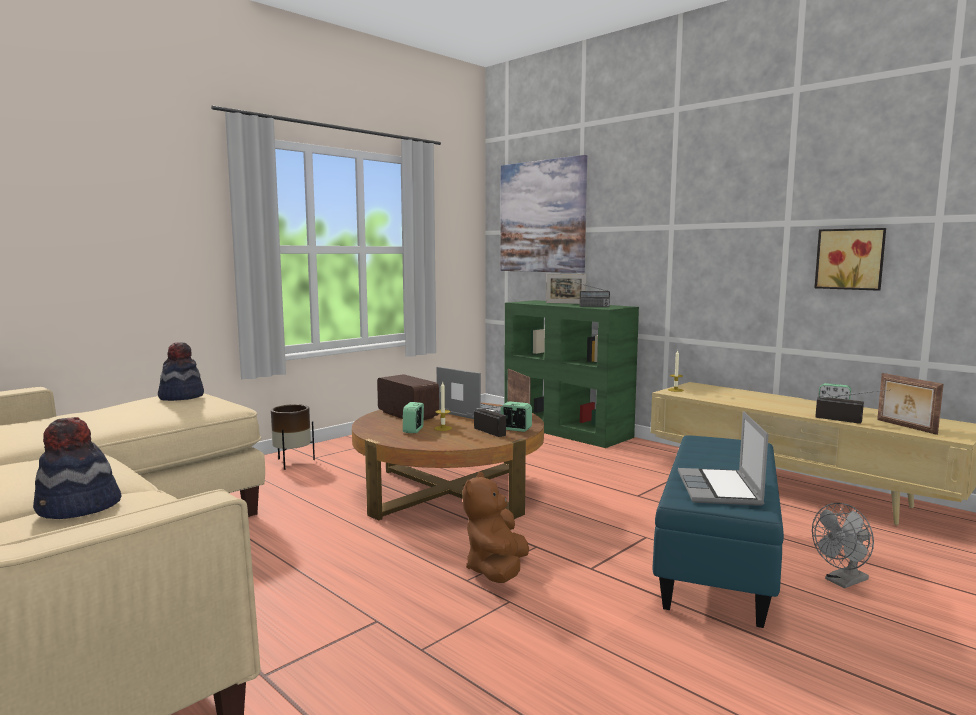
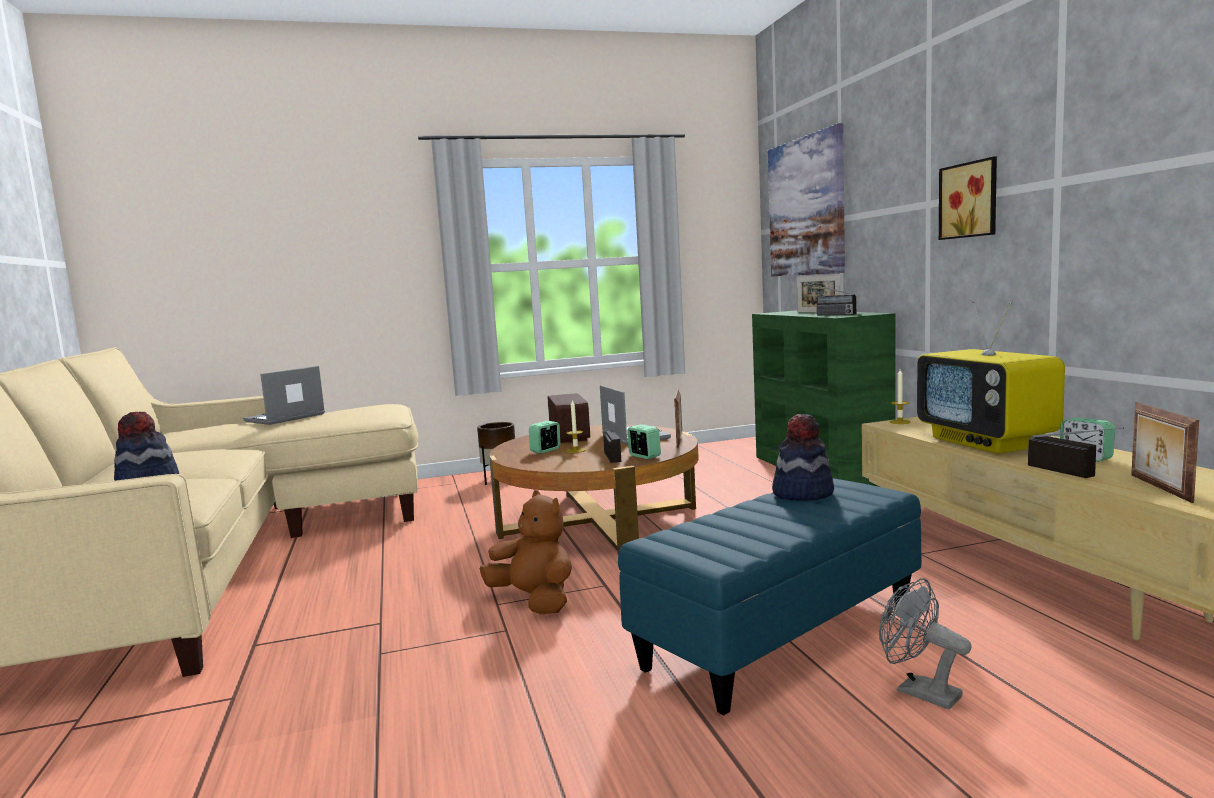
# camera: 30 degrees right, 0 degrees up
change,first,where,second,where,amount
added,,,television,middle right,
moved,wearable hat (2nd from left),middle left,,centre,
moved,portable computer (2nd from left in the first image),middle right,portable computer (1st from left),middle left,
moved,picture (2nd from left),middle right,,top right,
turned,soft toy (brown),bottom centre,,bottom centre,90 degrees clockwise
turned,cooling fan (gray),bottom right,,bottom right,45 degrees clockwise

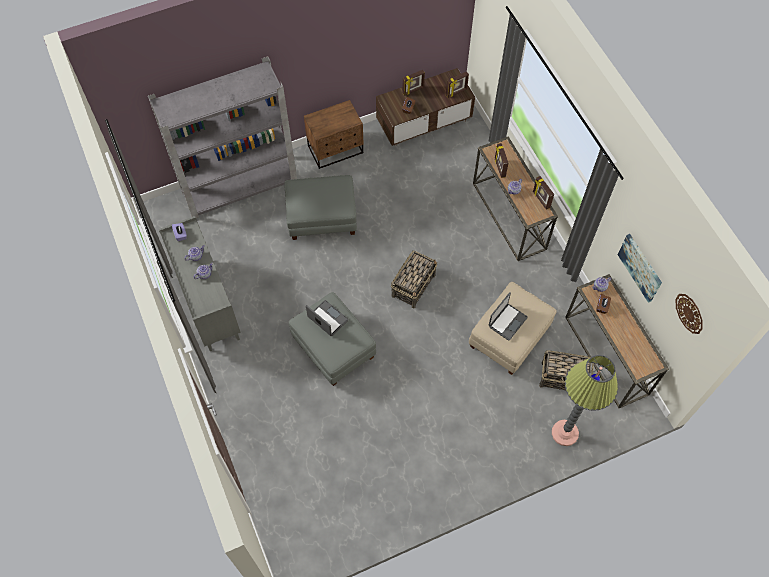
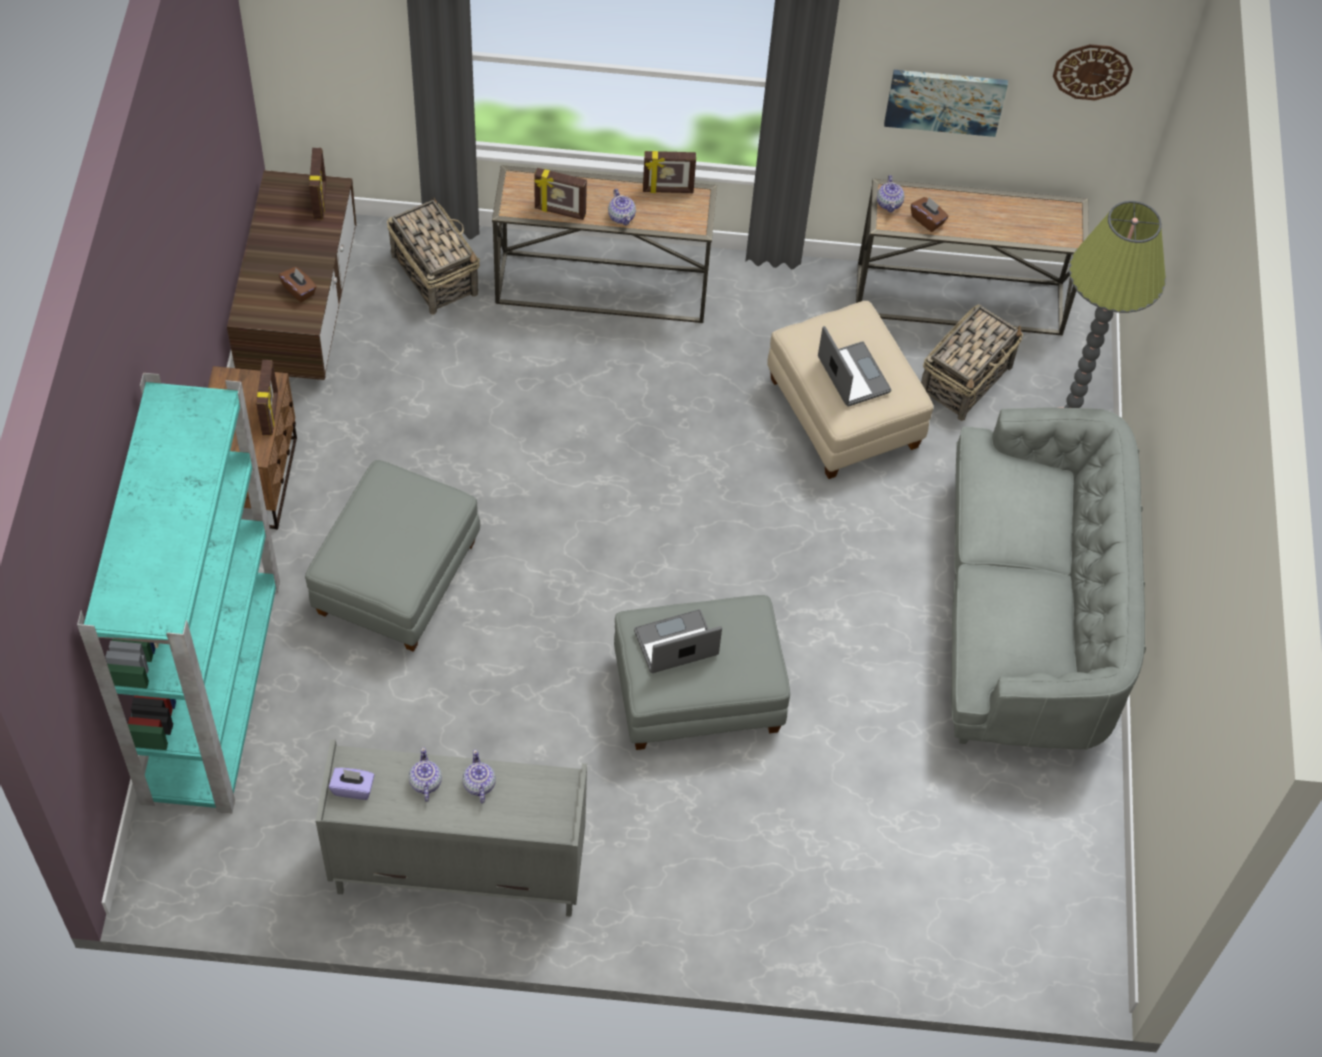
# camera: 65 degrees left, 5 degrees down
change,first,where,second,where,amount
added,,,sofa (gray),middle right,
moved,basket (1st from left),centre,,top left,
moved,picture frame (1st from left),top centre,,middle left,
recoloured,bookcase (gray),top left,bookcase (blue-green),middle left,

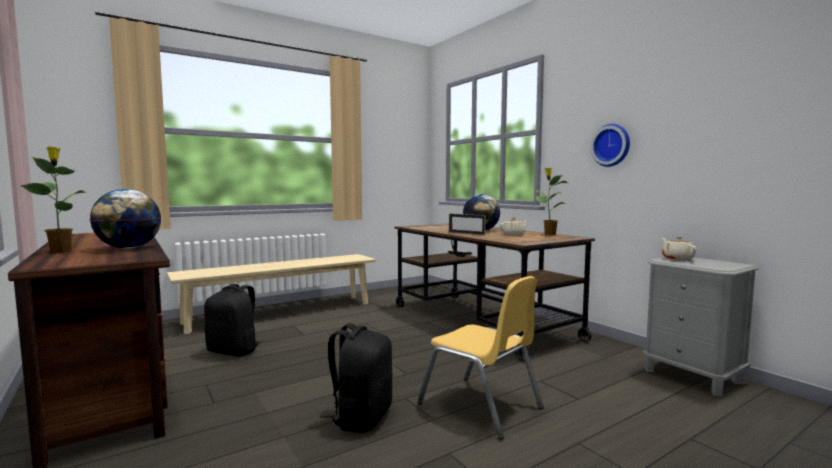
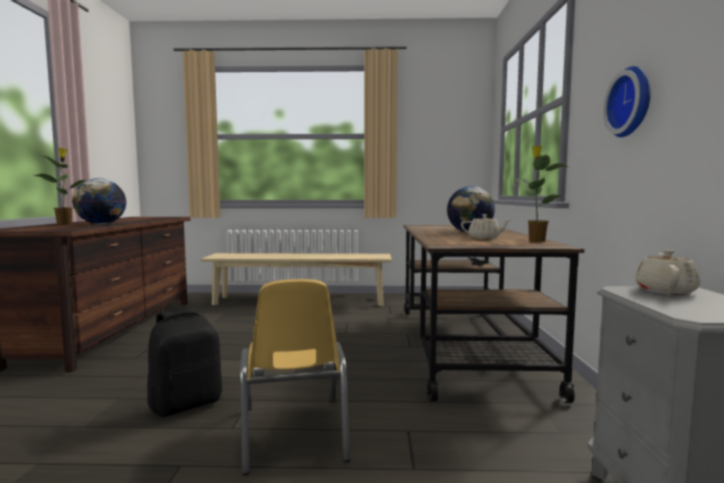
# camera: 35 degrees right, 0 degrees up
change,first,where,second,where,amount
removed,knapsack (black-coloured) (1st from left),bottom left,,,
removed,picture frame,centre,,,

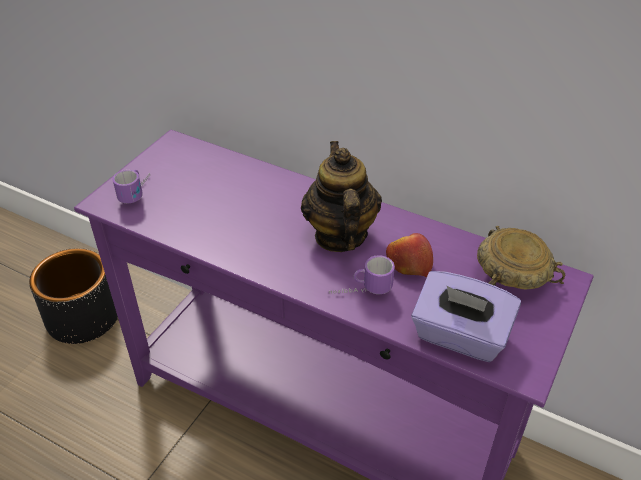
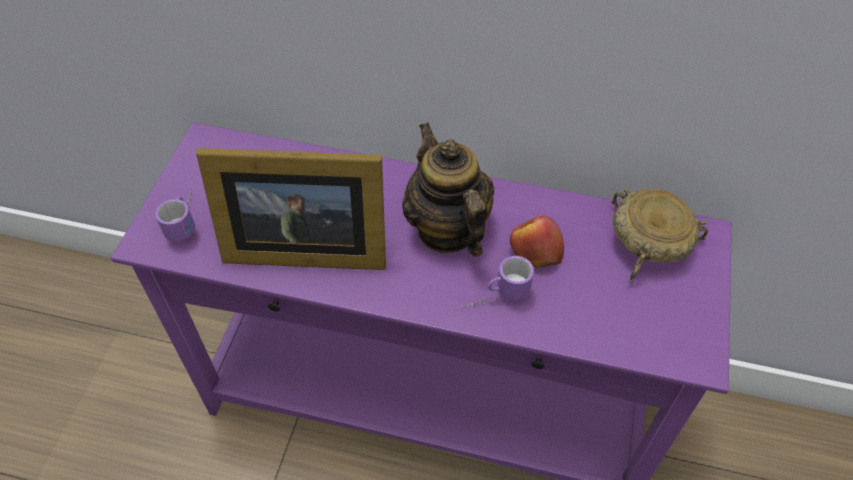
# camera: 15 degrees left, 10 degrees up
change,first,where,second,where,amount
removed,planter (black-coloured),middle left,,,
removed,box of tissues (purple),middle right,,,
added,,,picture frame,centre,

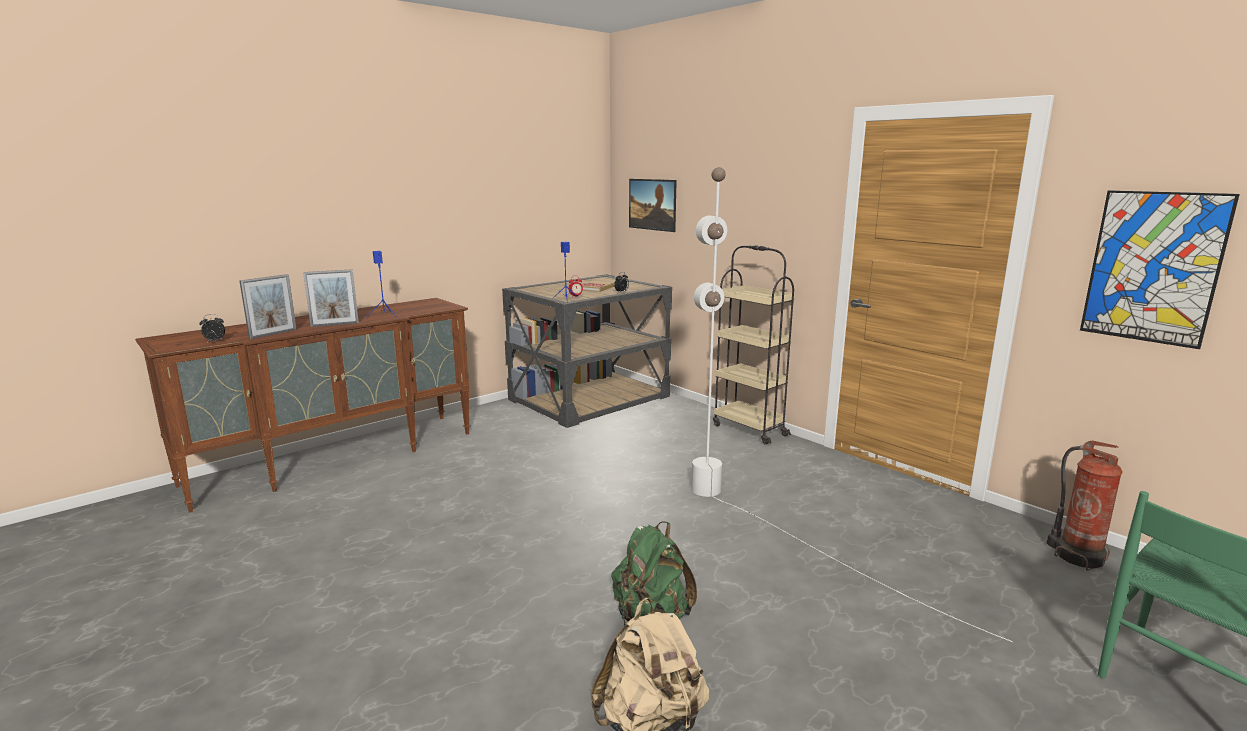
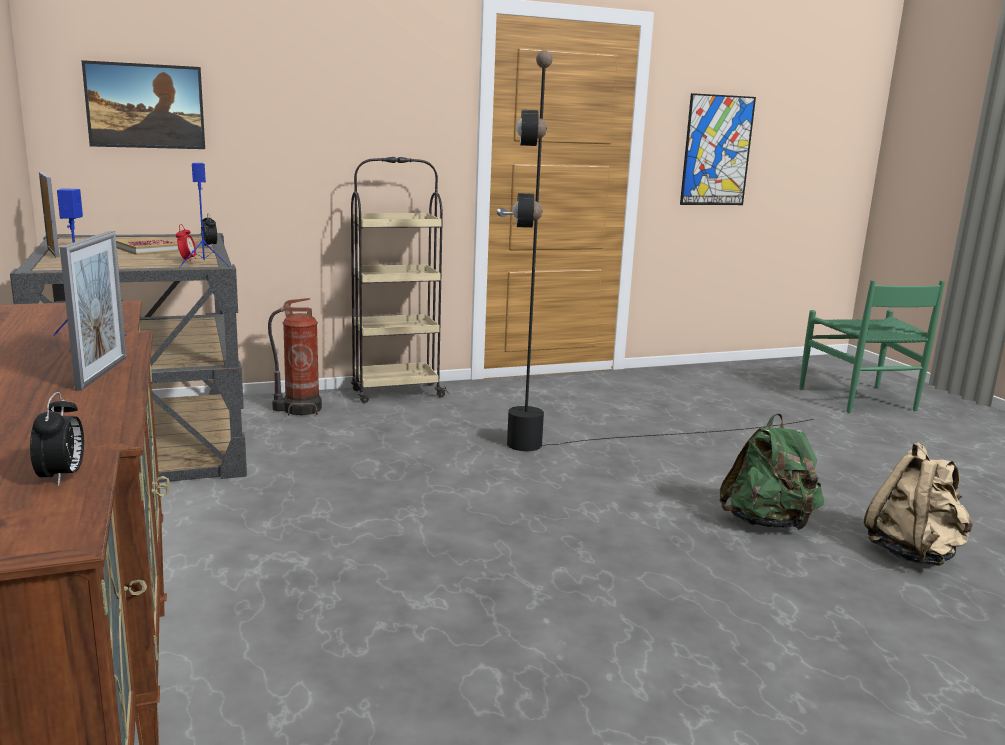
# camera: 70 degrees left, 0 degrees up
change,first,where,second,where,amount
moved,picture frame (1st from left),middle left,,top left,
moved,fire extinguisher,bottom right,,middle left,
recoloured,standard lamp (white-coloured),middle right,standard lamp (black-coloured),centre,

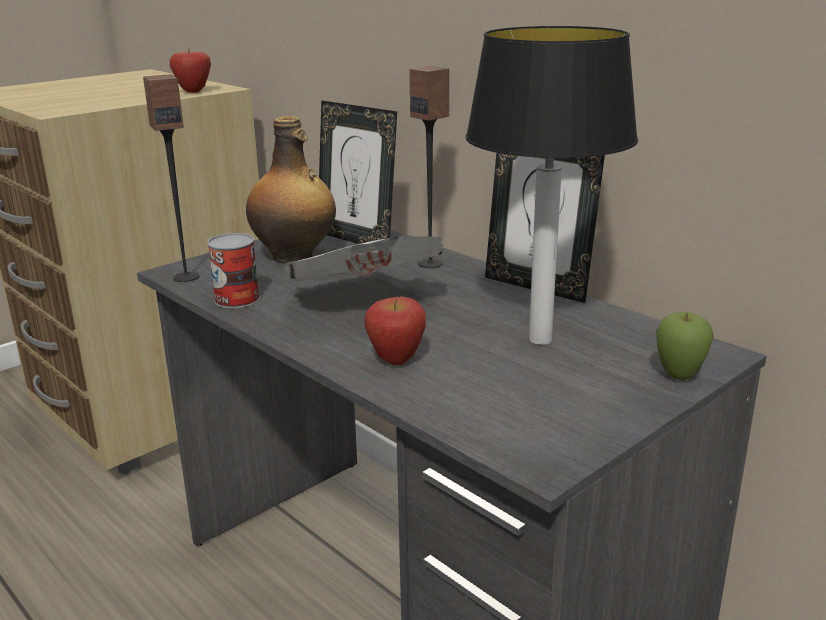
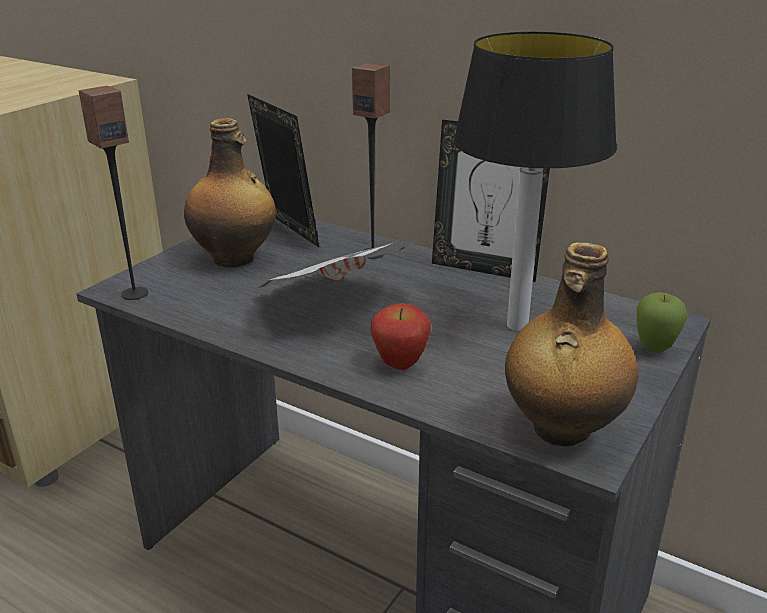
# camera: 15 degrees left, 5 degrees up
change,first,where,second,where,amount
removed,apple fruit (1st from left),top left,,,
removed,metal can,middle left,,,
added,,,beverage bottle (2nd from left),middle right,
turned,picture frame (1st from left),top centre,,top centre,150 degrees counterclockwise

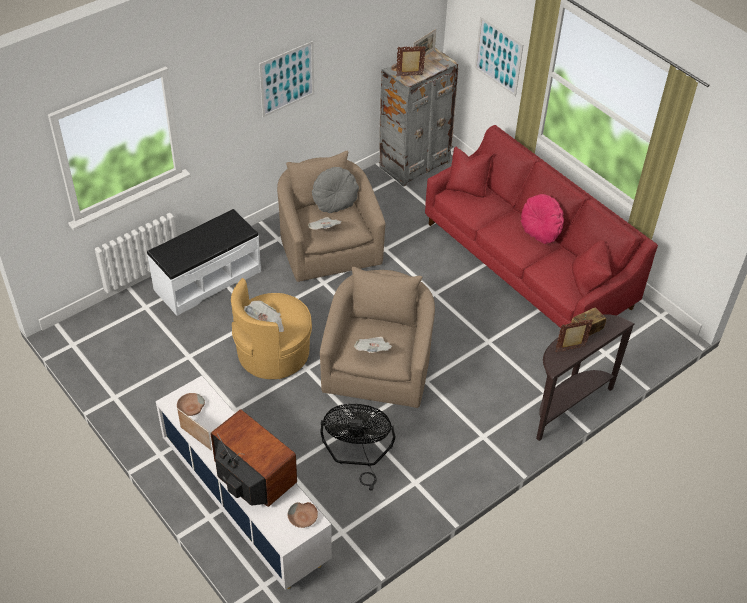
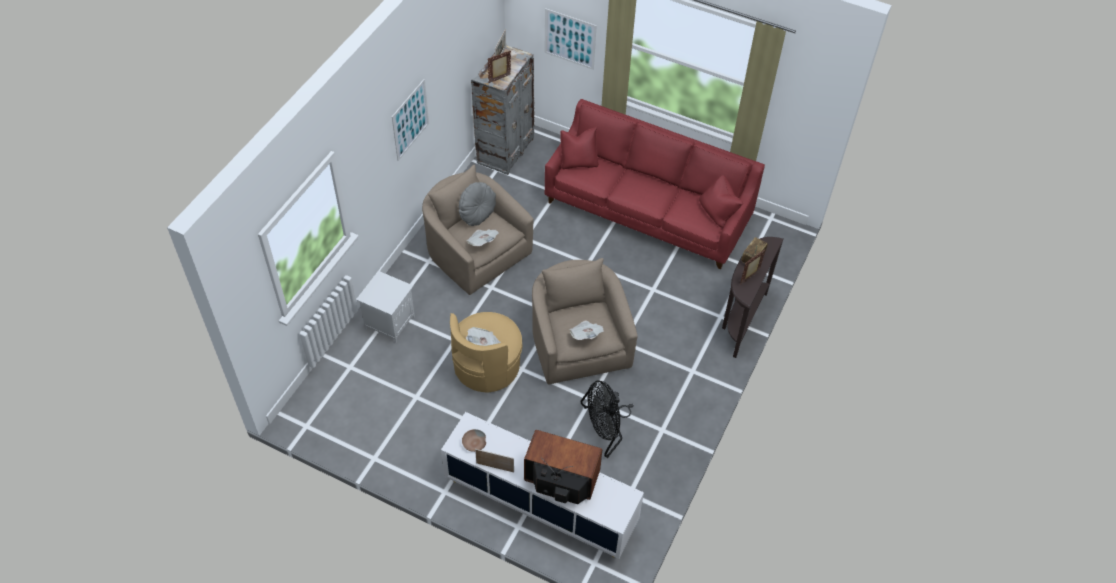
# camera: 25 degrees left, 5 degrees up
change,first,where,second,where,amount
removed,serving bowl (brown) (2nd from left),bottom centre,,,
removed,pillow (pinkish),middle right,,,
replaced,bench (white-coloured),middle left,nightstand (gray),centre,
turned,cooling fan (black-coloured),bottom centre,,bottom centre,90 degrees counterclockwise

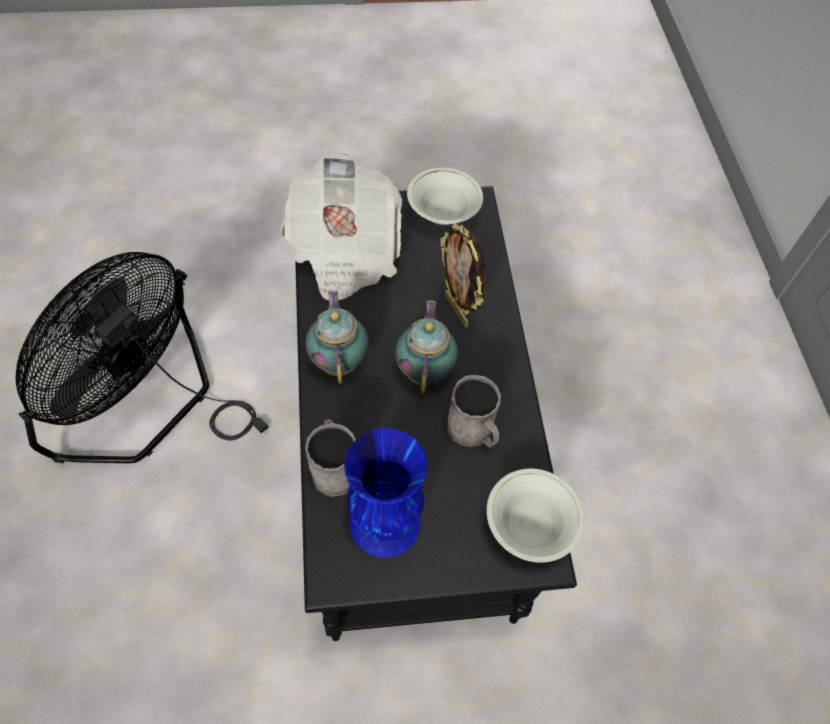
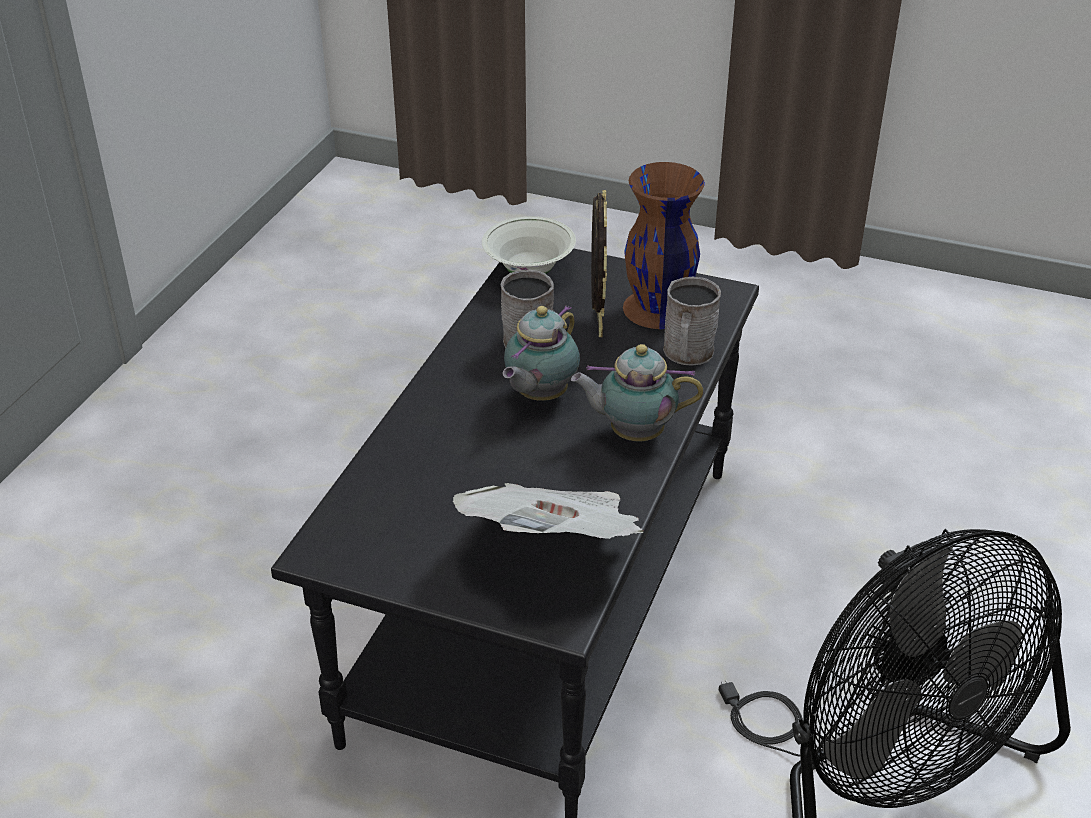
# camera: 150 degrees left, 20 degrees down
change,first,where,second,where,amount
removed,serving bowl (white-coloured) (1st from left),top centre,,,
moved,picture frame,centre,,top centre,
recoloured,vase (blue-coloured),bottom centre,vase (brown),top centre,
turned,teapot (1st from left in the first image),centre,teapot (2nd from left),centre,75 degrees clockwise

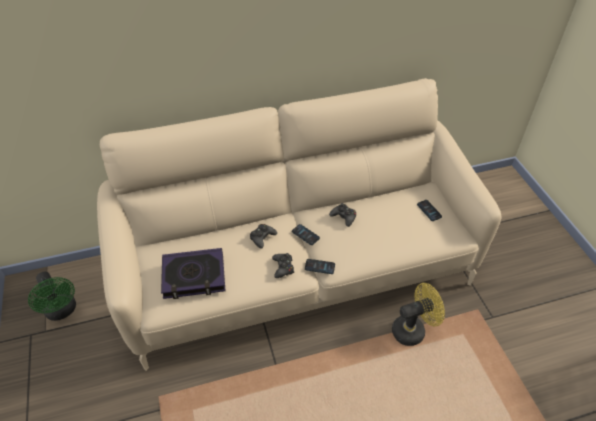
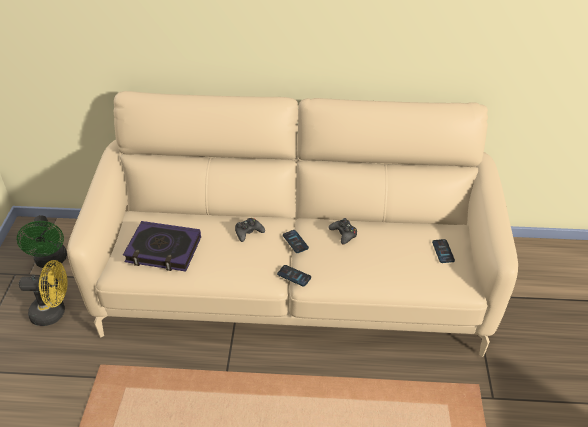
# camera: 20 degrees right, 5 degrees down
change,first,where,second,where,amount
removed,game controller (black-coloured) (2nd from left),centre,,,
moved,cooling fan (yellow-coloured),bottom right,,bottom left,

